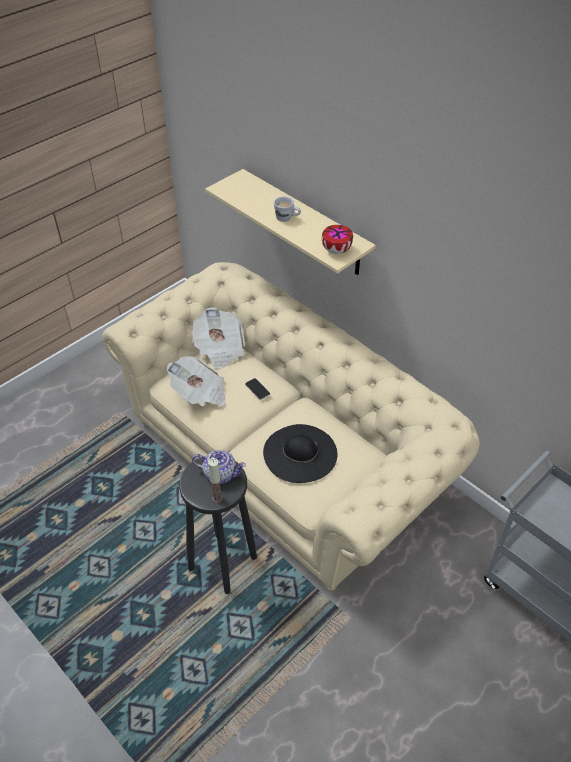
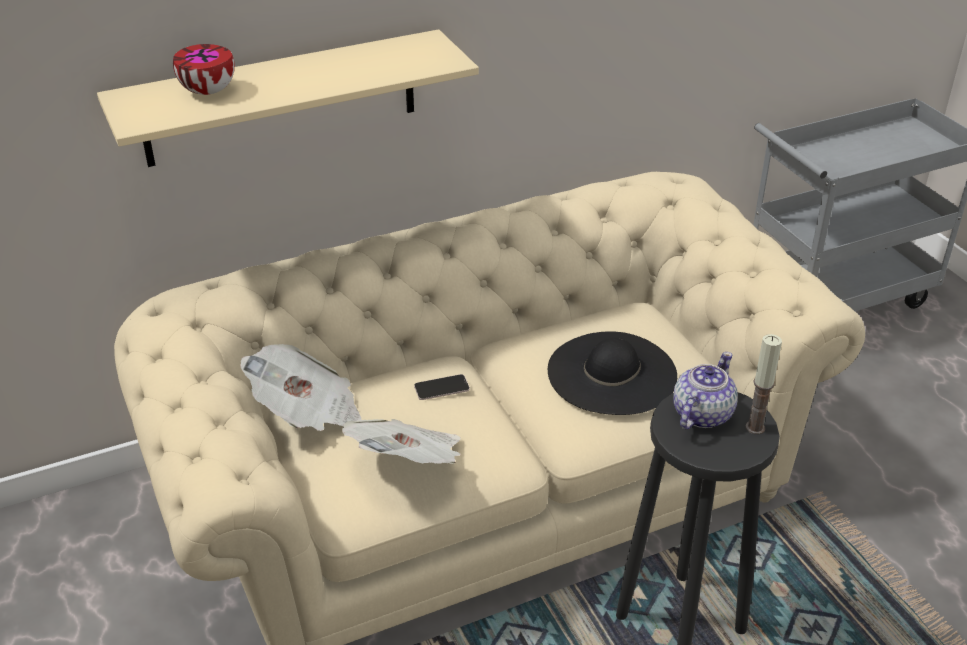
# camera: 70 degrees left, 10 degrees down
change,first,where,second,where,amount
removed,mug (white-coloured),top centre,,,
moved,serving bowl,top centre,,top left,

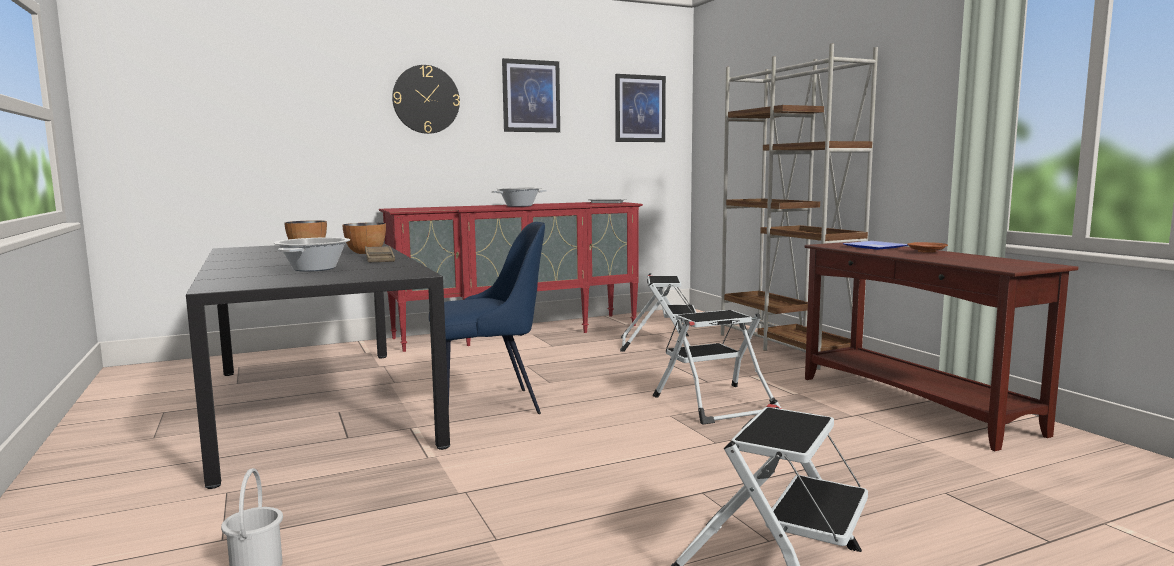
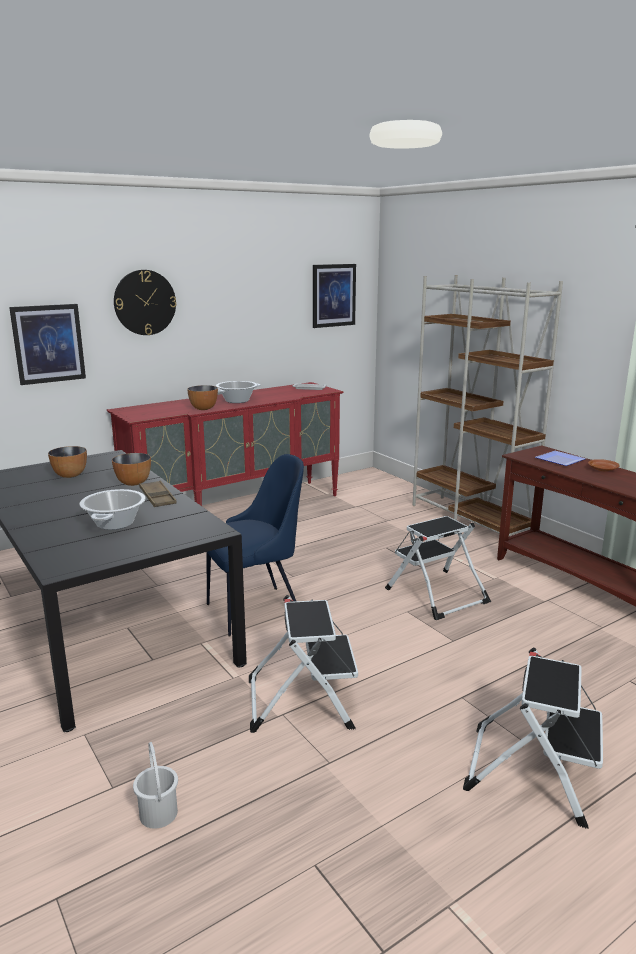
# camera: 10 degrees left, 10 degrees up
change,first,where,second,where,amount
added,,,serving bowl (3rd from left),middle left,
moved,picture (1st from left),top centre,,middle left,
moved,step stool (1st from left),centre,,bottom centre,

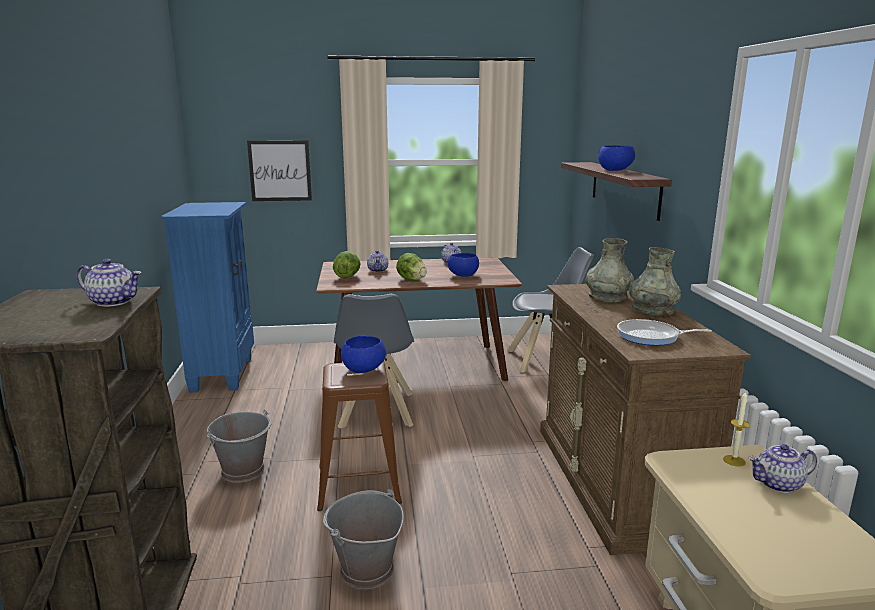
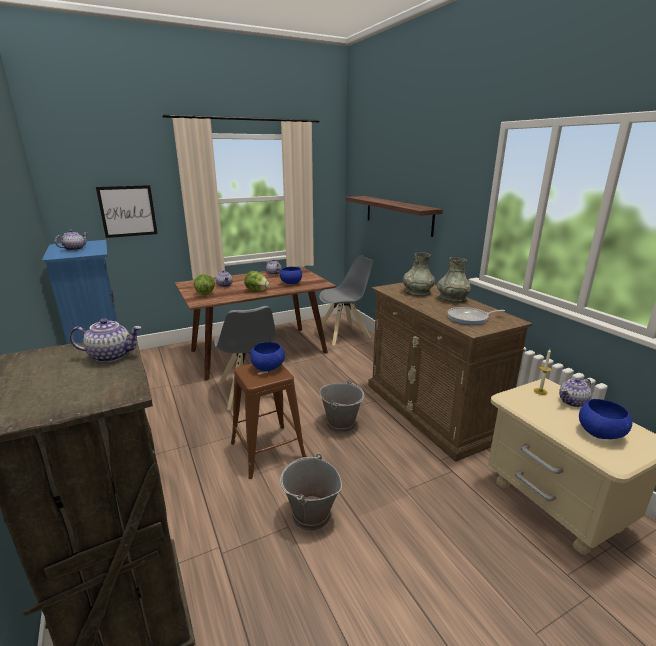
# camera: 20 degrees left, 5 degrees up
change,first,where,second,where,amount
added,,,teapot (1st from left),middle left,
moved,bucket (gray) (1st from left in the first image),bottom left,bucket (gray) (2nd from left),centre,
moved,serving bowl (blue-coloured) (3rd from left),top right,,middle right,

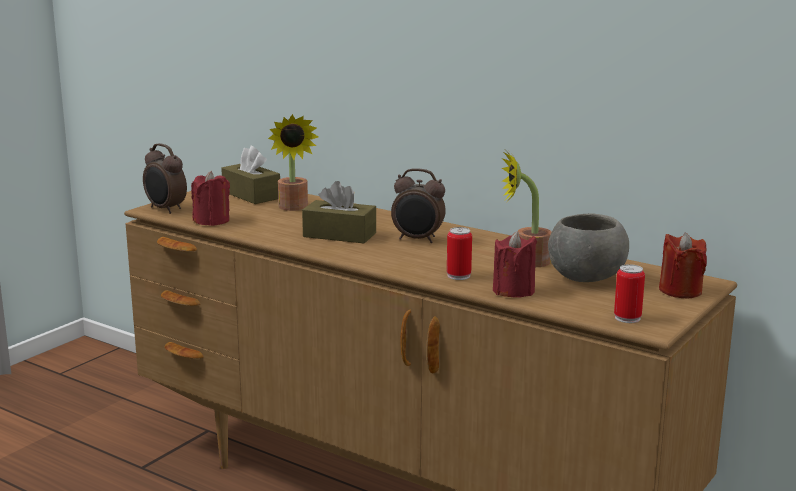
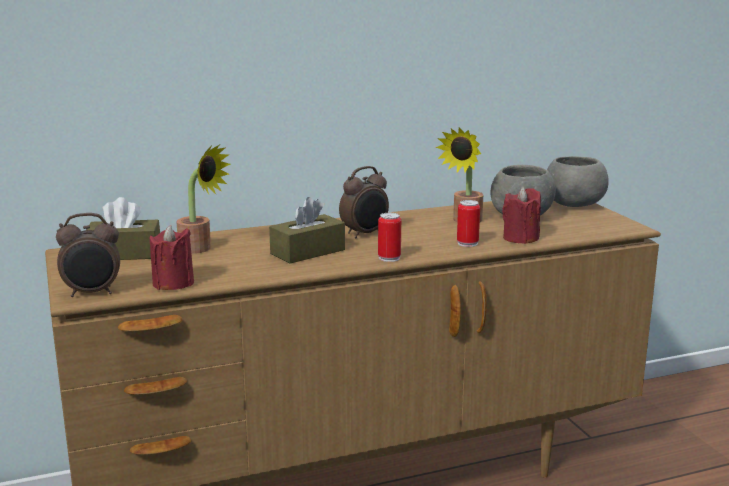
# camera: 55 degrees left, 0 degrees up
change,first,where,second,where,amount
moved,metal can (2nd from left in the first image),middle right,metal can (1st from left),centre,
replaced,wax light (red) (3rd from left),middle right,serving bowl (gray) (2nd from left),middle right,

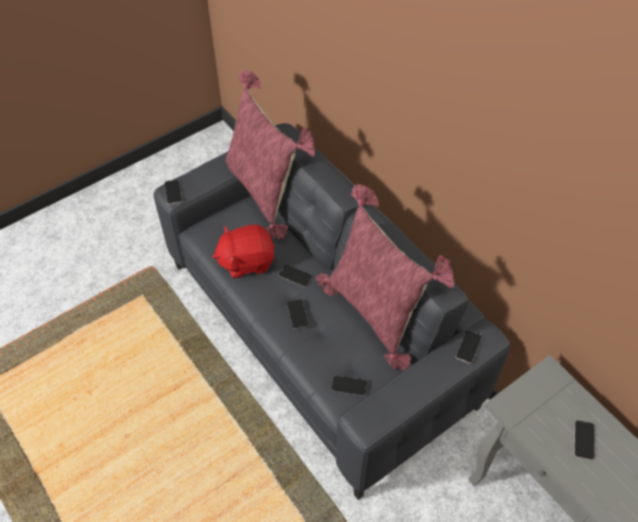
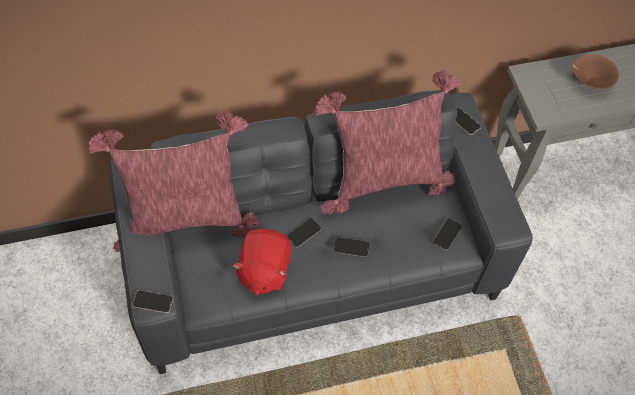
# camera: 70 degrees left, 5 degrees up
change,first,where,second,where,amount
replaced,phone (6th from left),bottom right,serving bowl (brown),top right,

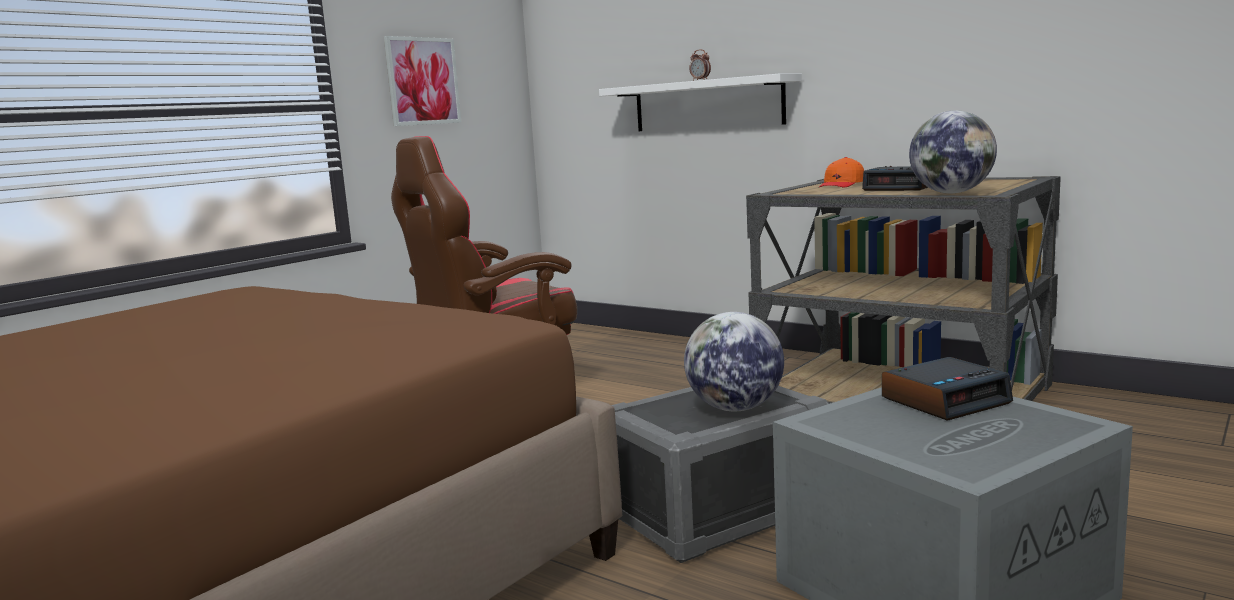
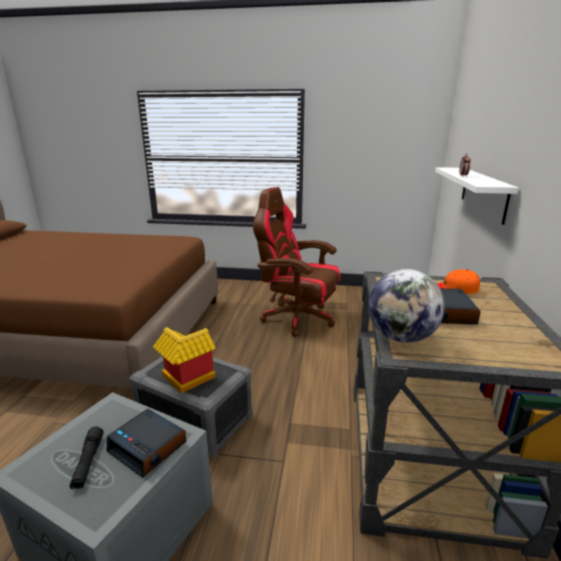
# camera: 60 degrees right, 10 degrees up
change,first,where,second,where,amount
removed,picture,top centre,,,
added,,,hand torch (black-coloured),bottom left,
replaced,globe (1st from left),centre,miniature house,middle left,

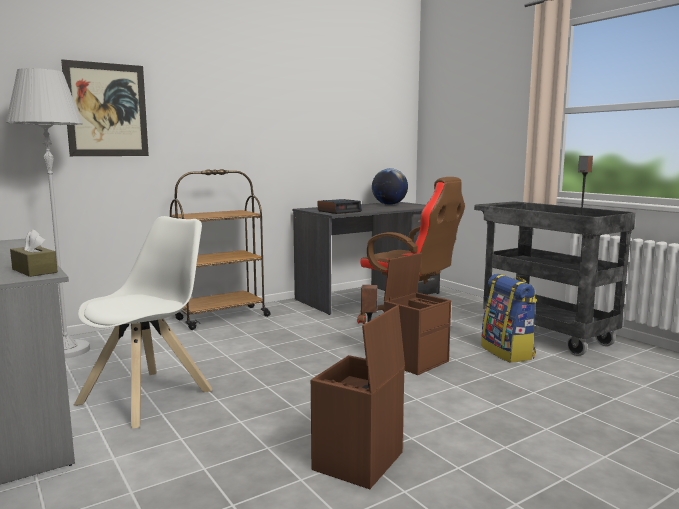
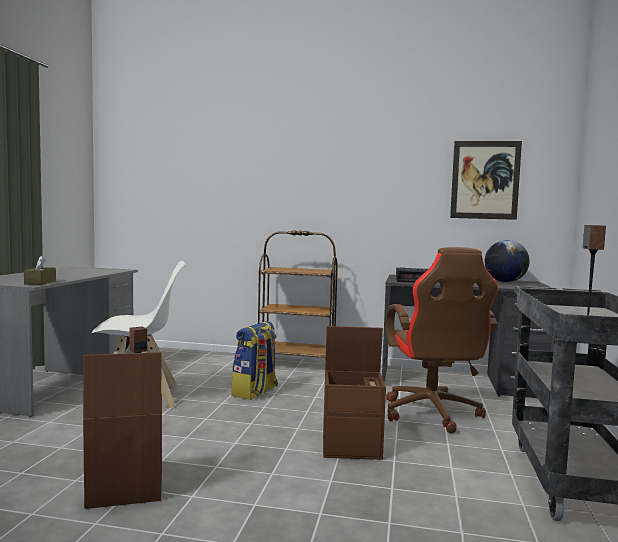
# camera: 45 degrees right, 5 degrees down
change,first,where,second,where,amount
removed,standard lamp (white-coloured),middle left,,,
moved,picture,top left,,top right,
moved,knapsack,middle right,,centre,

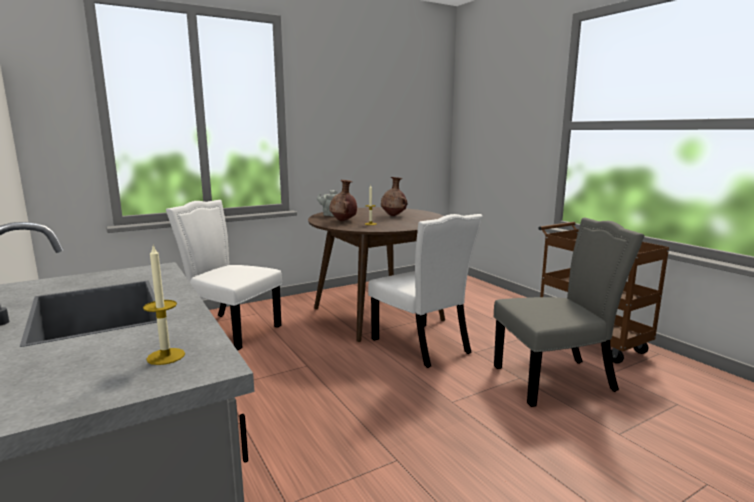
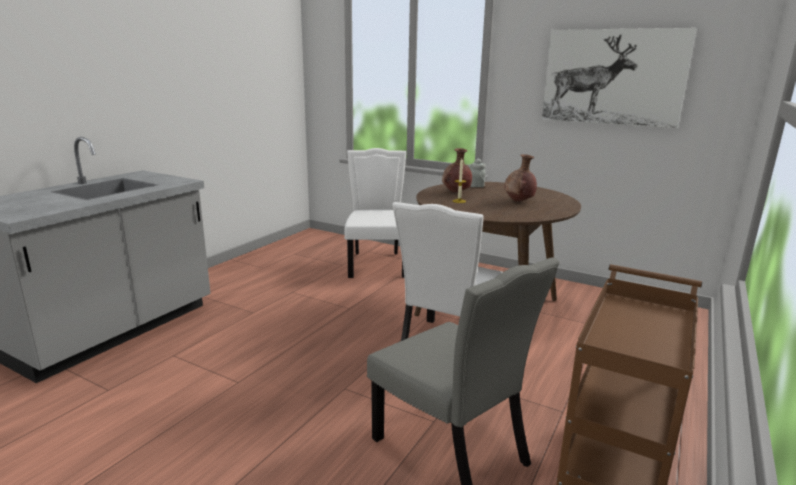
# camera: 60 degrees right, 5 degrees up
change,first,where,second,where,amount
removed,wax light (1st from left),middle left,,,
added,,,picture,top right,

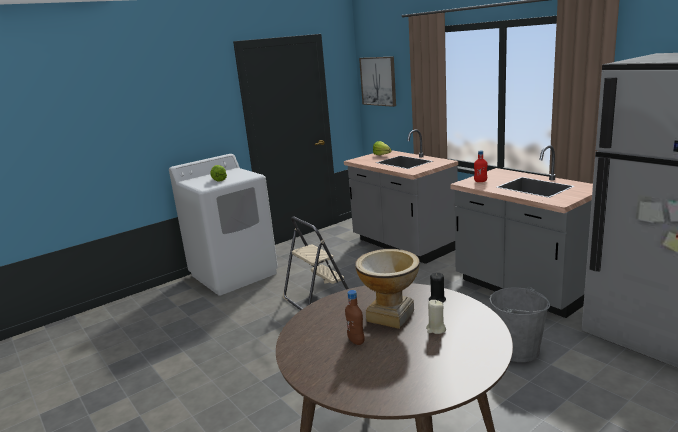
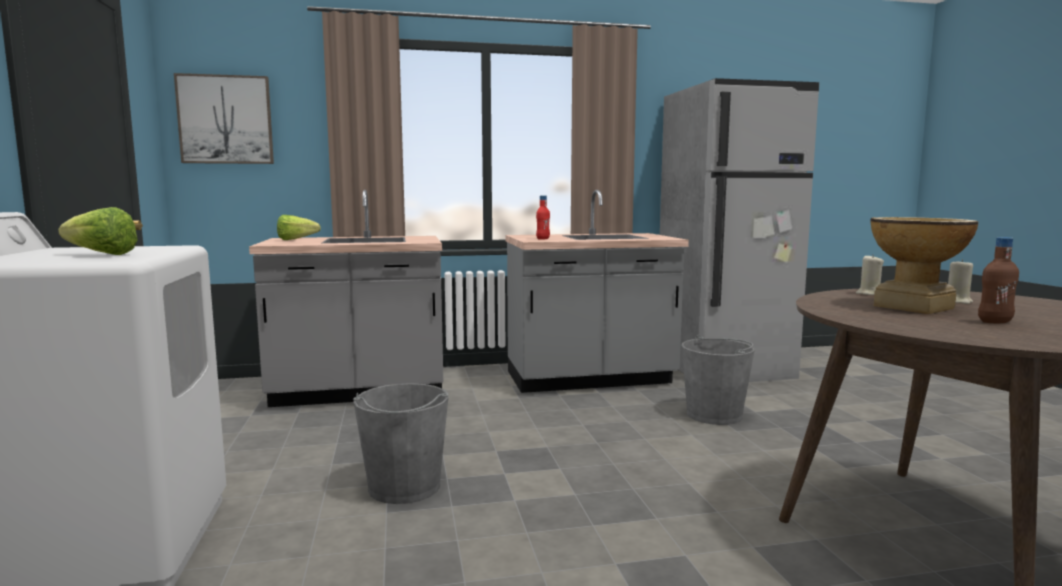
# camera: 65 degrees left, 10 degrees down
change,first,where,second,where,amount
replaced,step stool (beige-coloured),centre,bucket (gray) (1st from left),bottom centre,
recoloured,wax light (black-coloured),centre,wax light (beige-coloured) (1st from left),middle right,

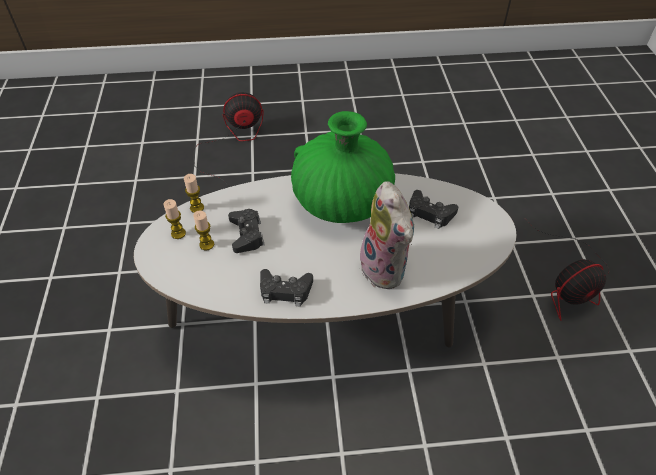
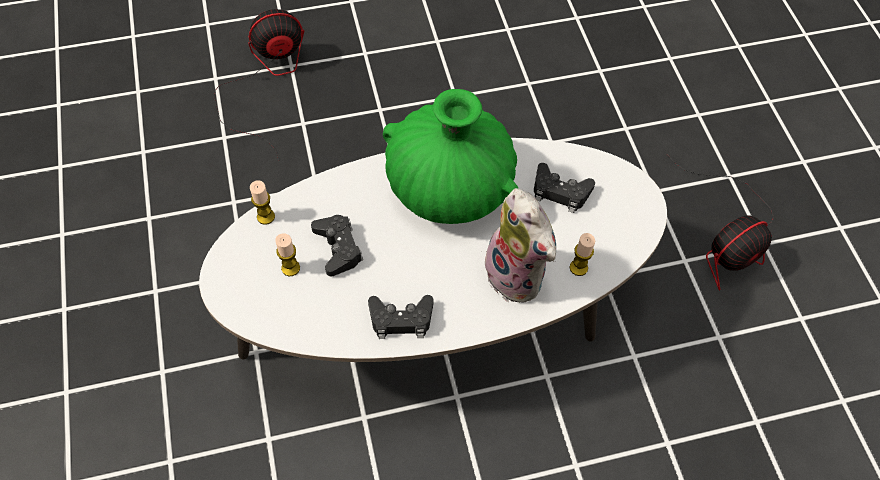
# camera: 10 degrees left, 10 degrees up
change,first,where,second,where,amount
moved,wax light (1st from left in the first image),middle left,wax light (3rd from left),centre,

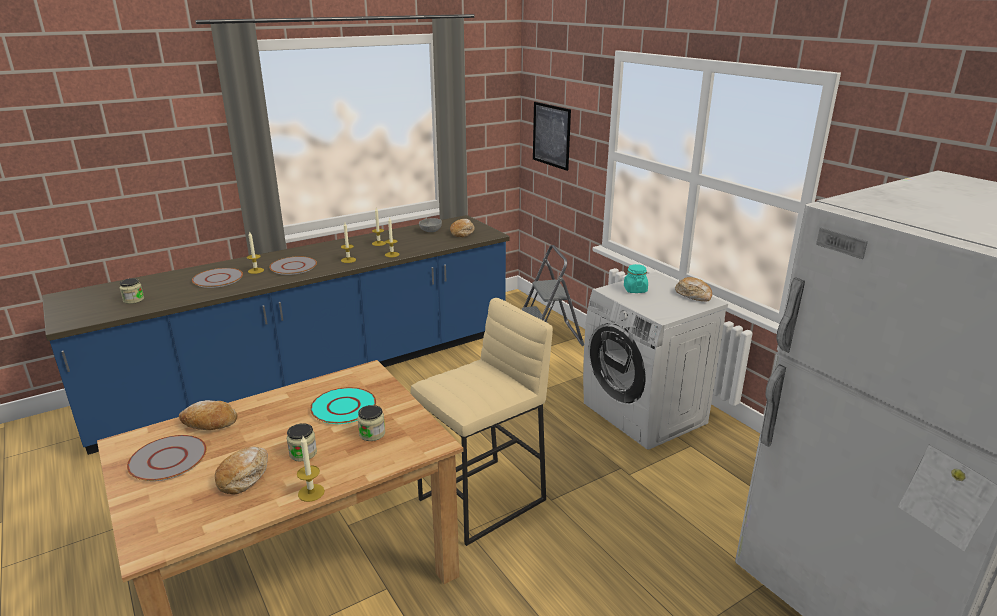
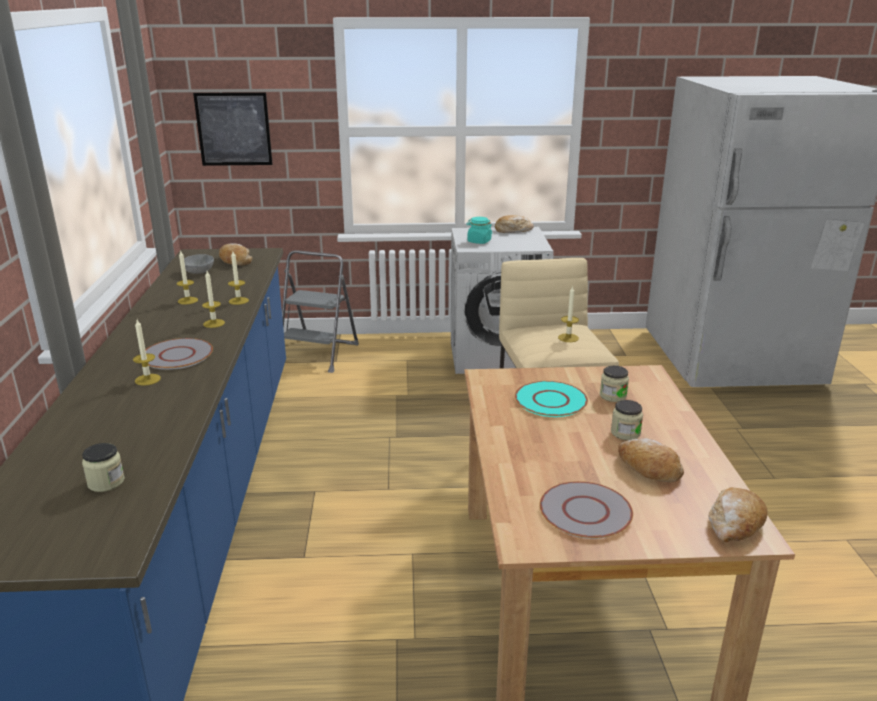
# camera: 60 degrees left, 0 degrees up
change,first,where,second,where,amount
removed,flat dish (gray) (2nd from left),middle left,,,
moved,bread (1st from left in the first image),bottom left,bread (4th from left),bottom right,
moved,wax light (2nd from left in the first image),bottom left,wax light (5th from left),centre,

